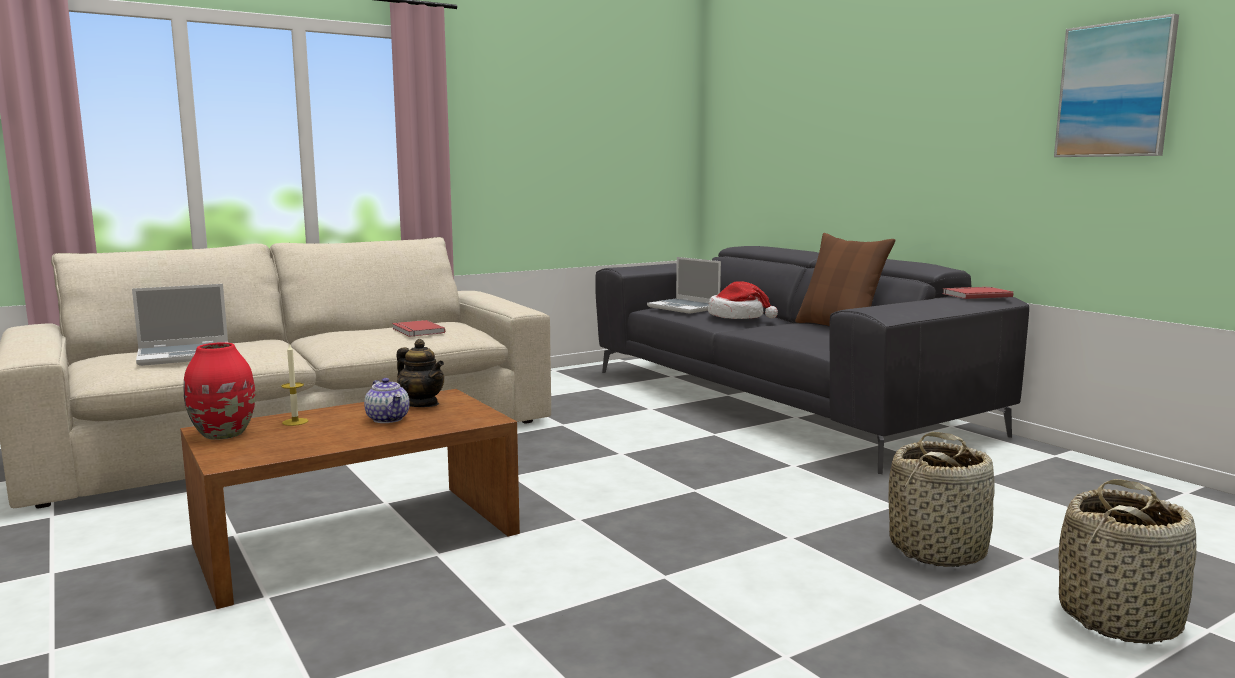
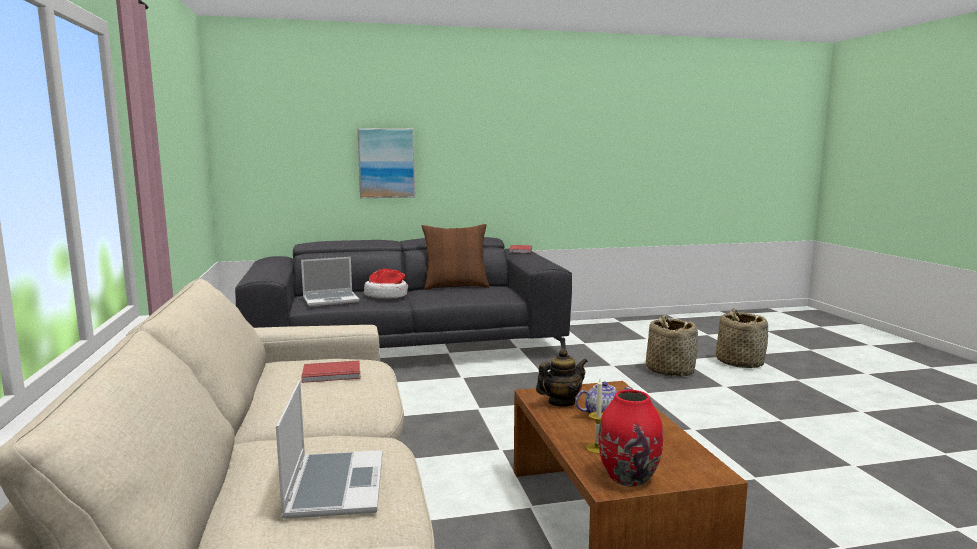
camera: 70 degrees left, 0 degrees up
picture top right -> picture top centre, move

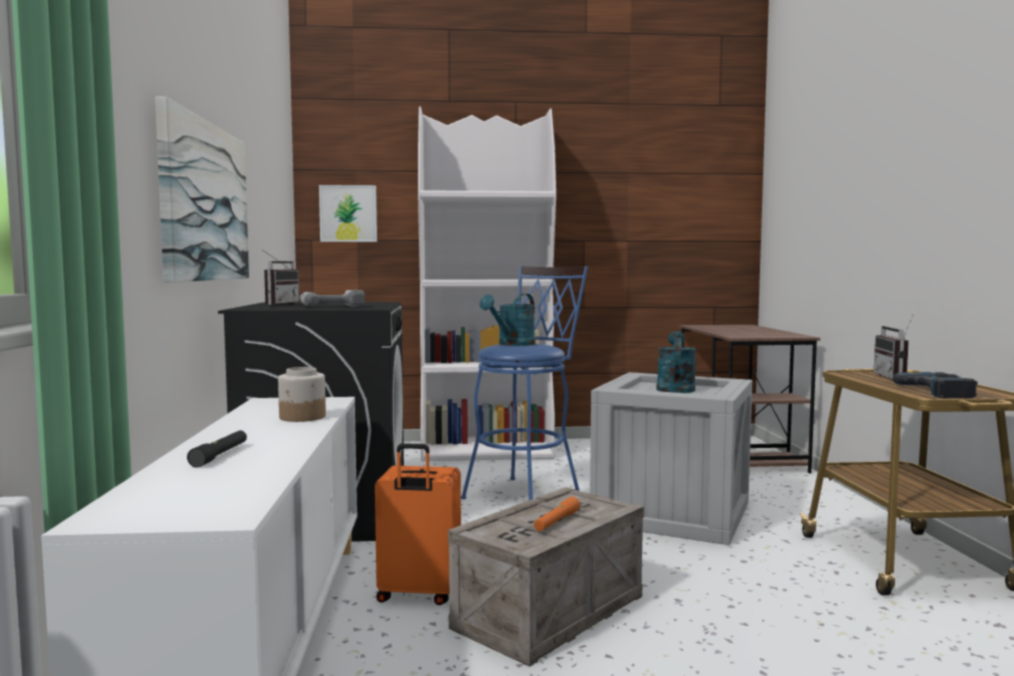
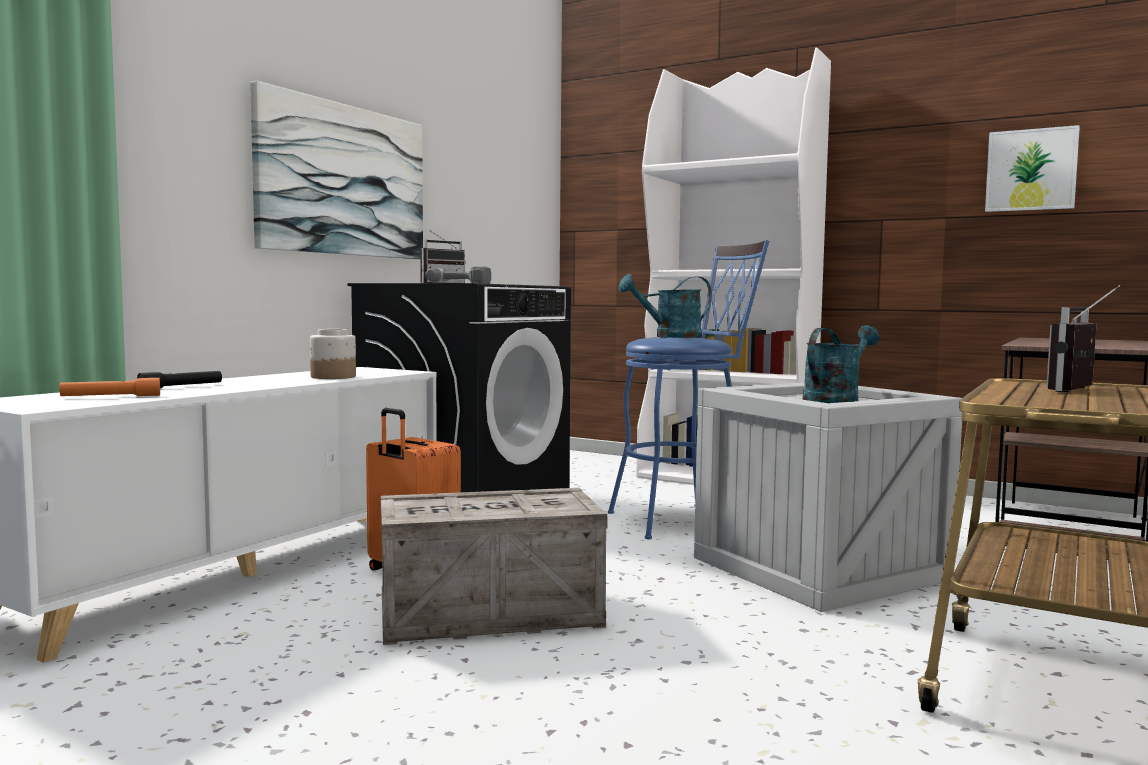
camera: 35 degrees right, 0 degrees up
picture (2nd from left) top centre -> picture (2nd from left) top right, move
power drill (2nd from left) middle right -> none
flashlight in orange bottom centre -> flashlight in orange middle left, move

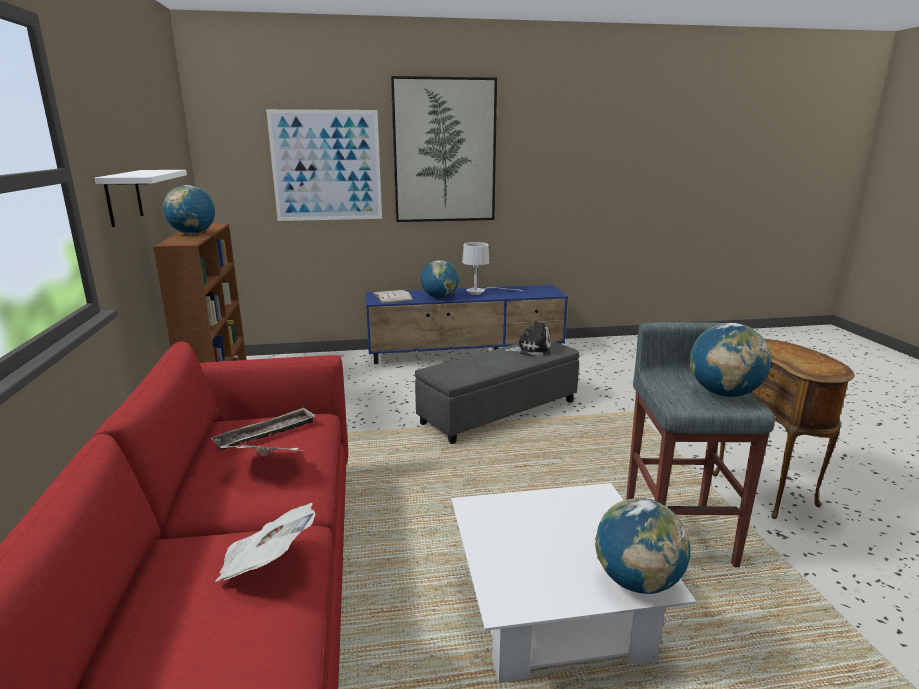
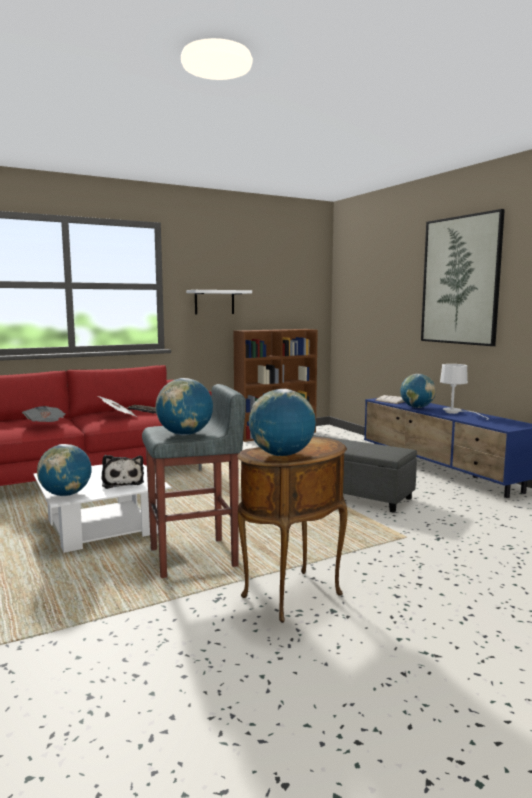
camera: 70 degrees right, 10 degrees down
picture (1st from left) top centre -> none
globe (1st from left in the first image) top left -> globe (3rd from left) centre, move
plush toy centre -> plush toy middle left, move

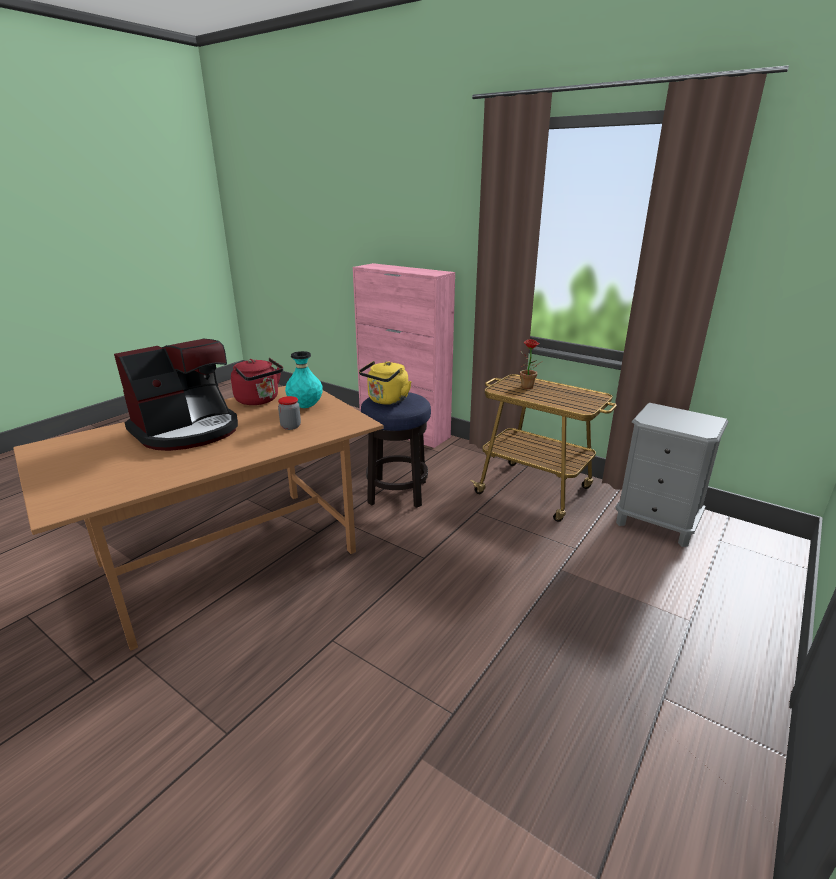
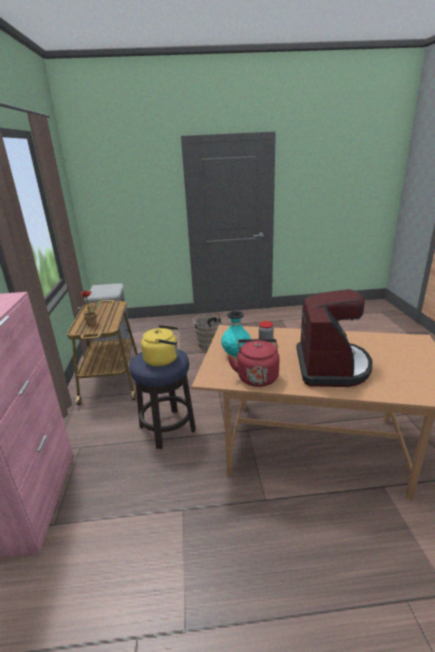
camera: 130 degrees left, 0 degrees up
coffee machine middle left -> coffee machine middle right, 90 degrees clockwise
none -> bucket in brown centre

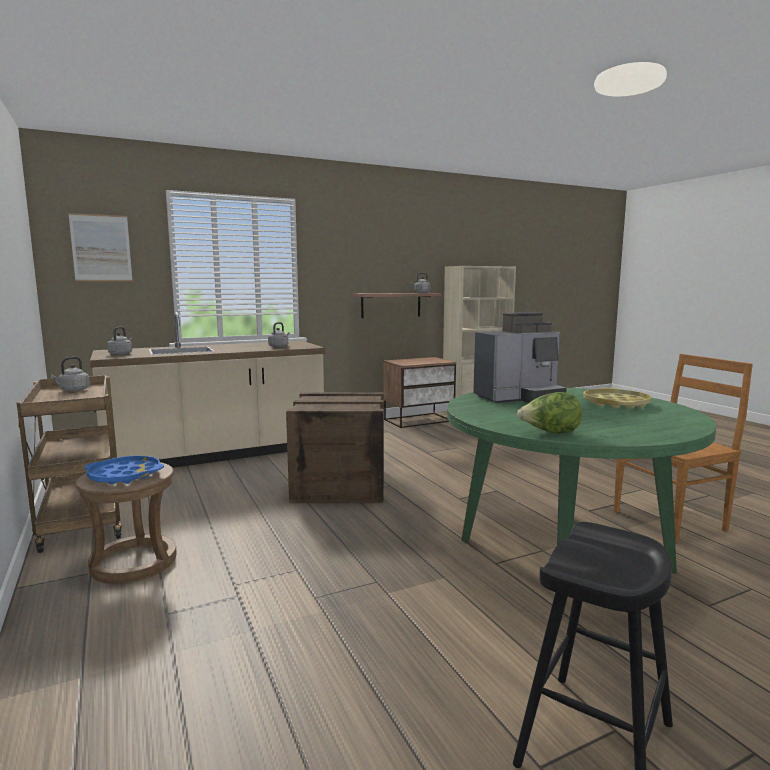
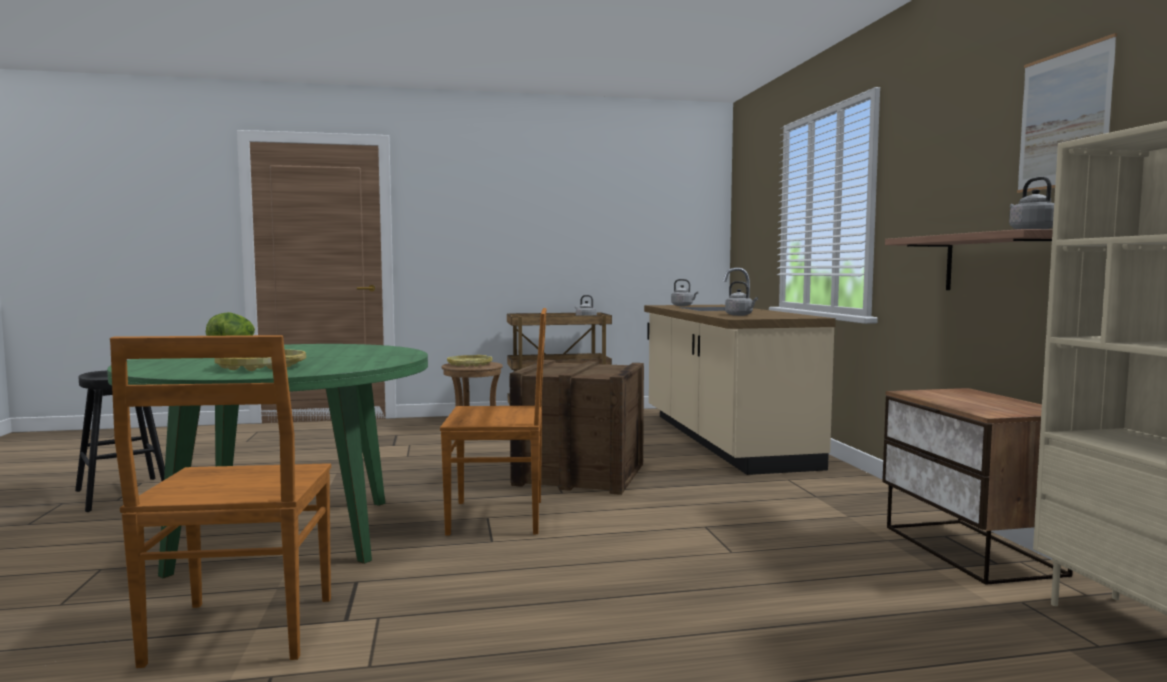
camera: 105 degrees right, 5 degrees down
picture top left -> picture top right, move
coffee machine middle right -> none
tray in blue middle left -> tray in yellow (2nd from left) centre
none -> chair in brown (2nd from left) centre

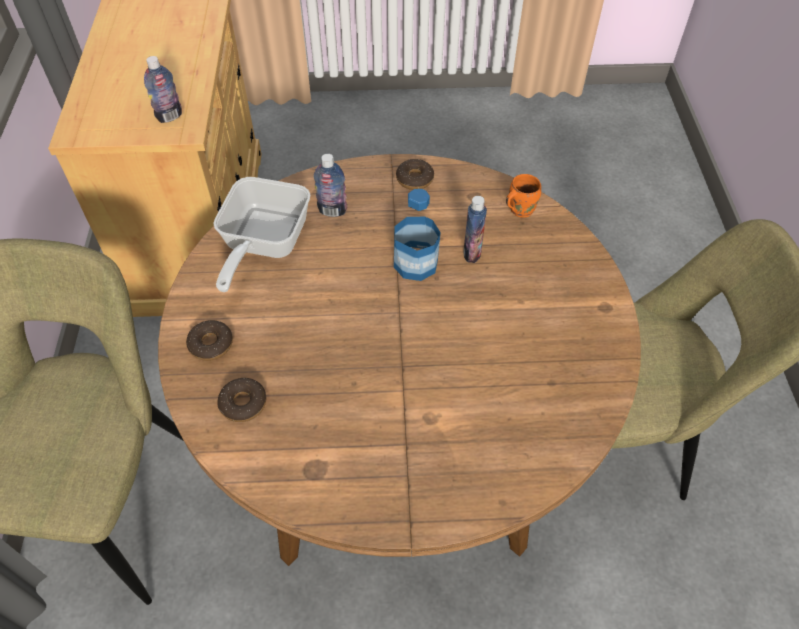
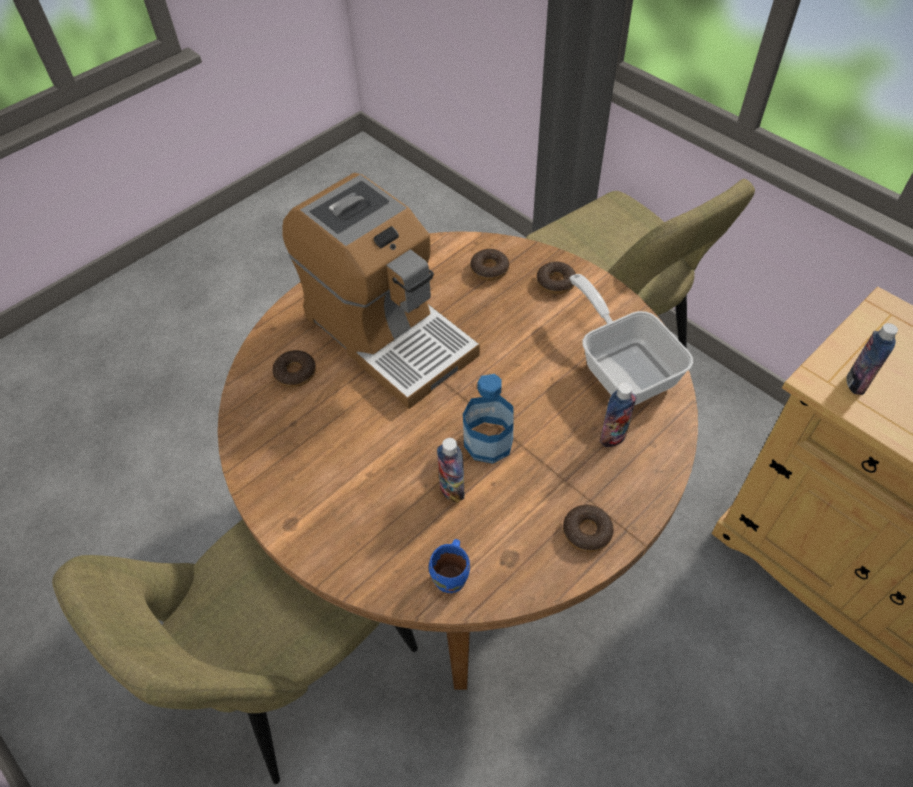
camera: 140 degrees right, 0 degrees up
mug in orange top centre -> mug in blue bottom centre
none -> coffee machine centre
none -> donut (1st from left) middle left

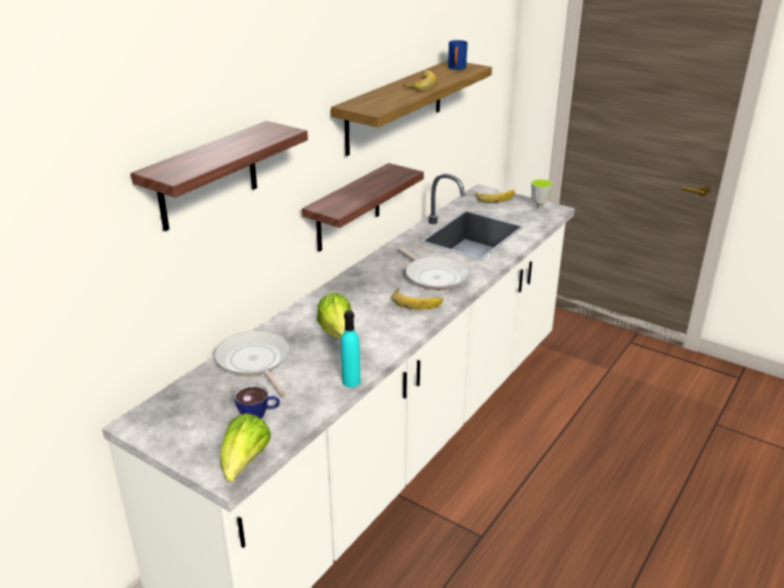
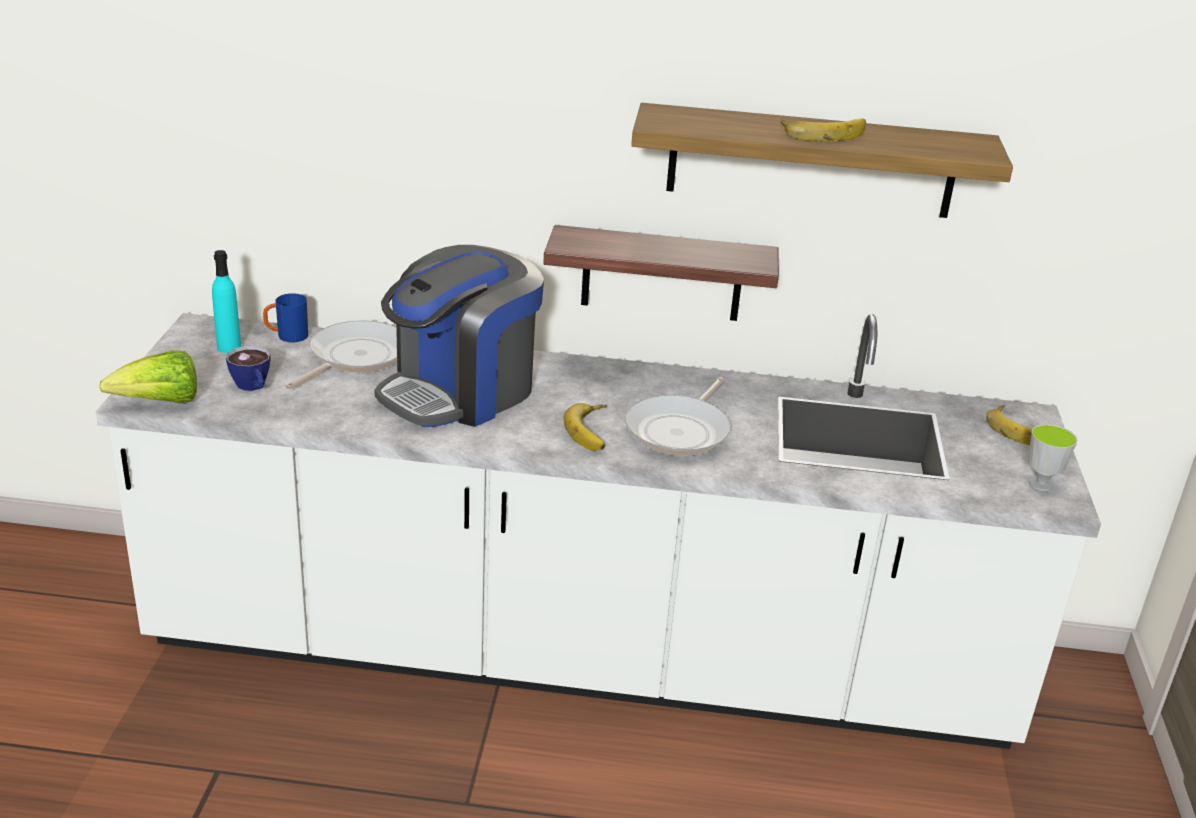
camera: 60 degrees right, 0 degrees up
mug in blue top centre -> mug in blue middle left, move
shelf (1st from left) top left -> none
lettuce (2nd from left) centre -> coffee machine centre
bottle in turquoise centre -> bottle in turquoise middle left, move

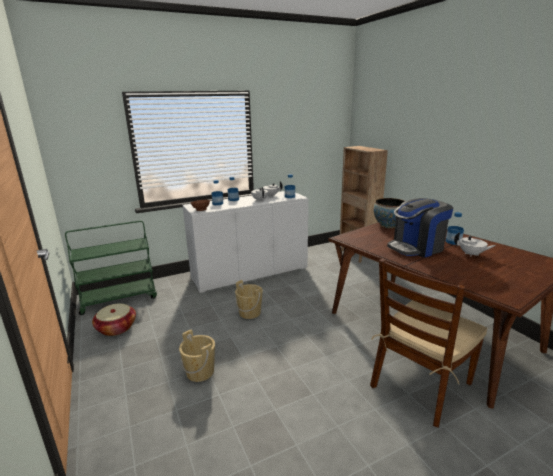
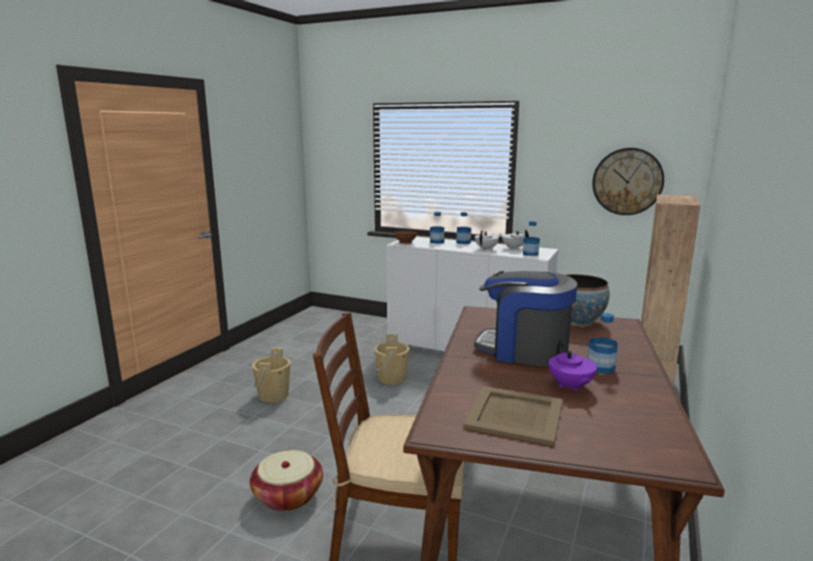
camera: 50 degrees right, 5 degrees down
cart in green middle left -> none
teapot in white (3rd from left) middle right -> teapot in purple middle right
basket bottom left -> basket bottom centre, move
none -> wall clock top right
none -> tray in beige bottom centre

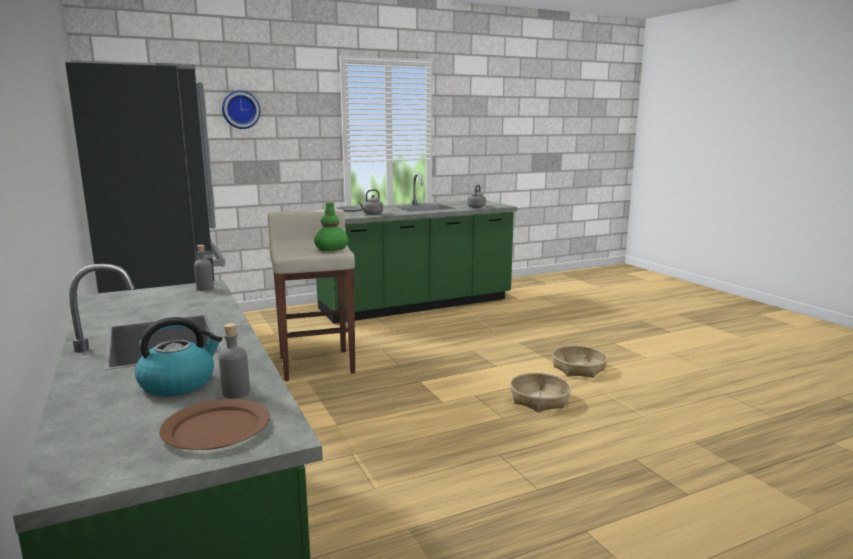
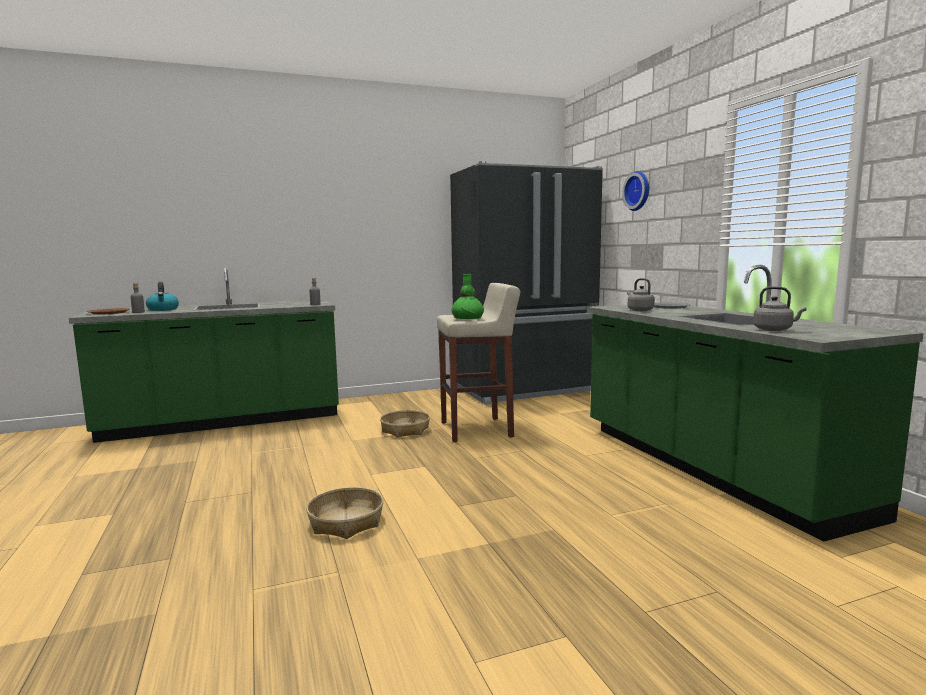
camera: 95 degrees right, 5 degrees down
basket (2nd from left) middle right -> basket (2nd from left) centre, move

